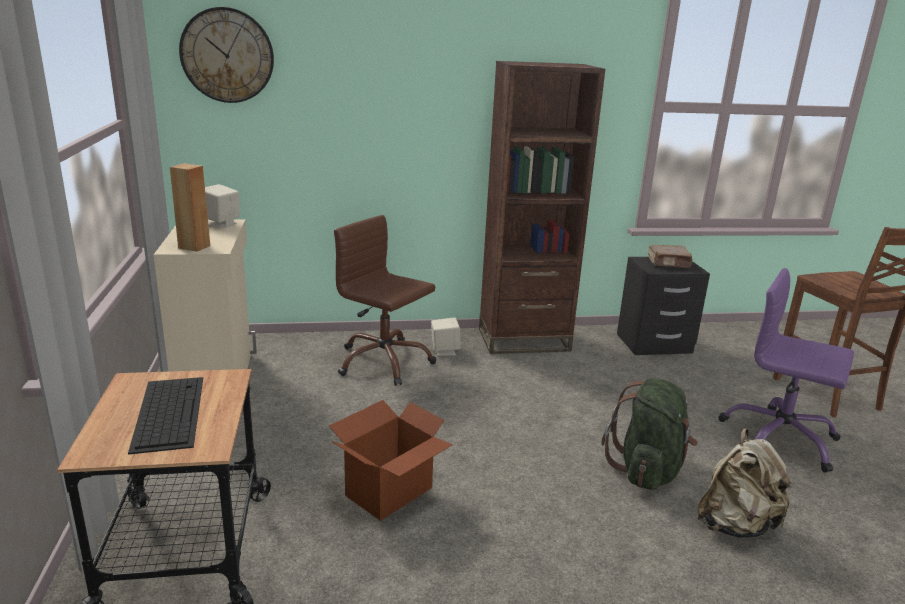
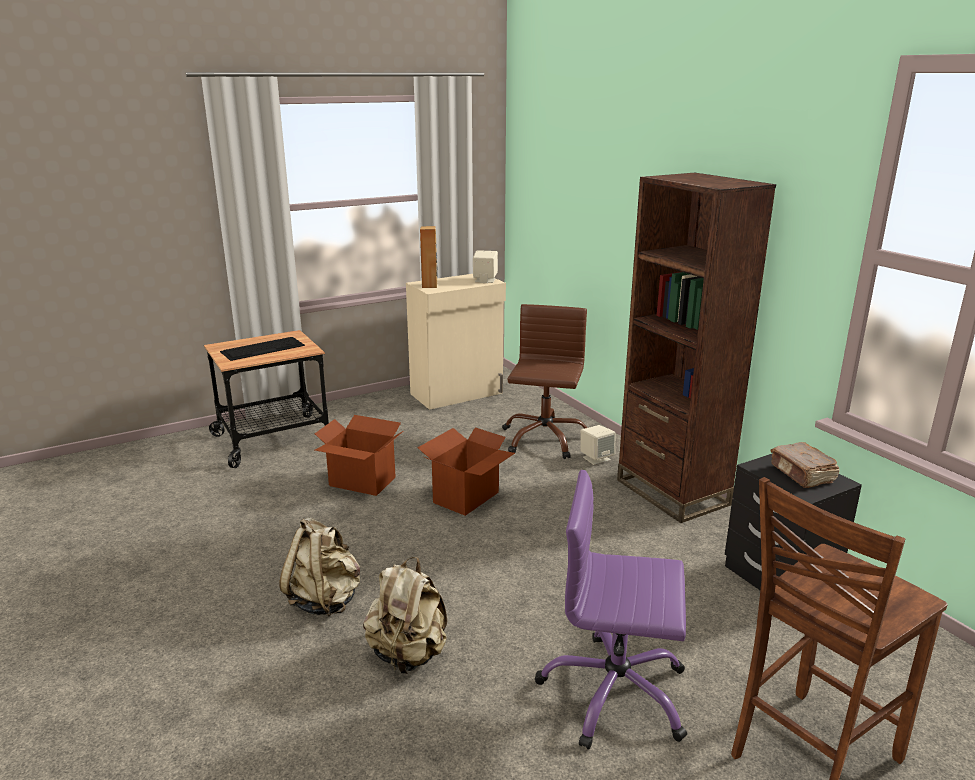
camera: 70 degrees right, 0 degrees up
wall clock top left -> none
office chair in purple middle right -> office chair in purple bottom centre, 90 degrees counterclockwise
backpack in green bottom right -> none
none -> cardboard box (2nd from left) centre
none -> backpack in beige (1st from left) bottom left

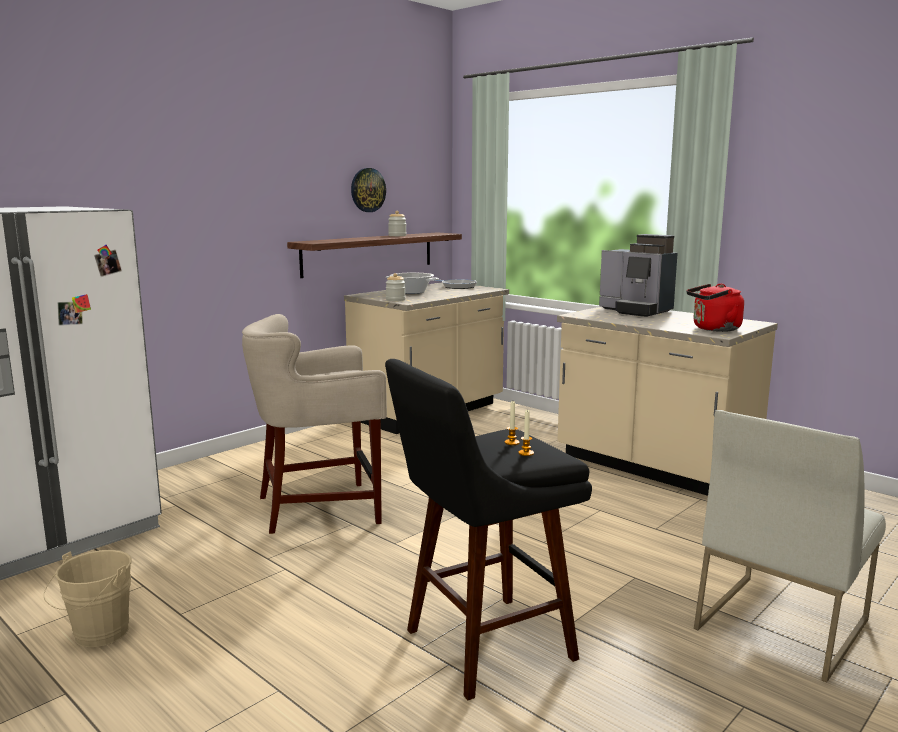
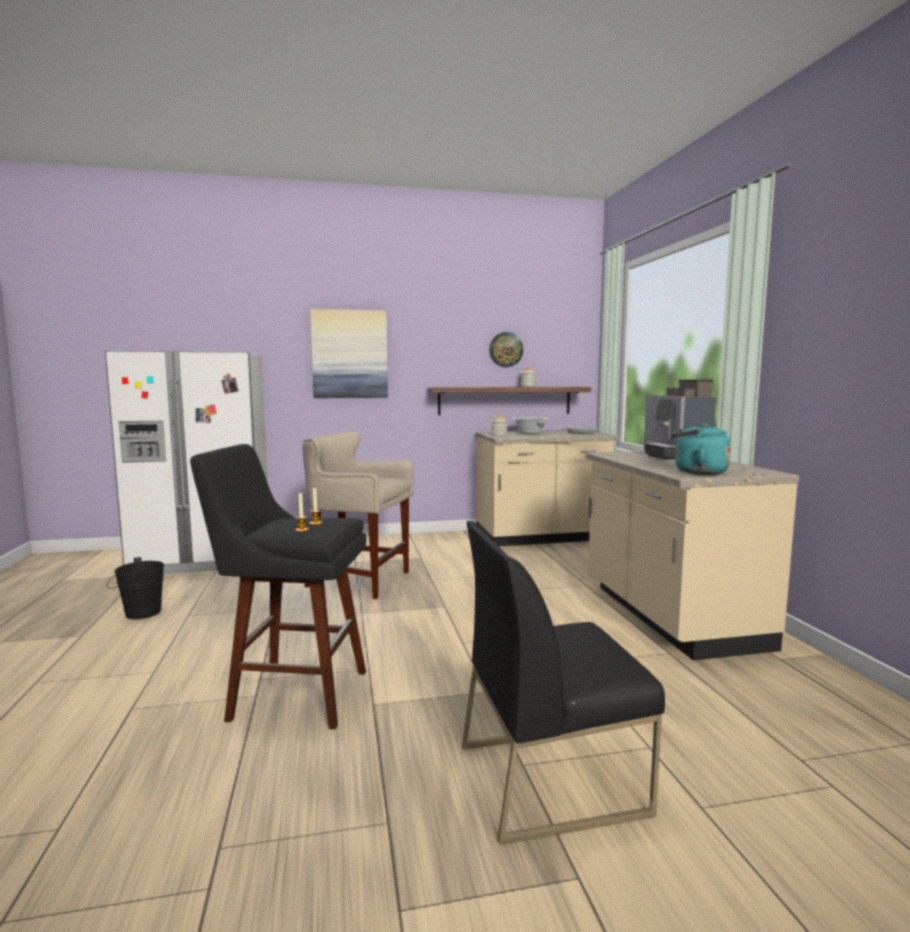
camera: 35 degrees right, 5 degrees down
kettle in red middle right -> kettle in turquoise middle right
chair in white bottom right -> chair in black bottom centre
bucket in beige bottom left -> bucket in black middle left
none -> picture centre

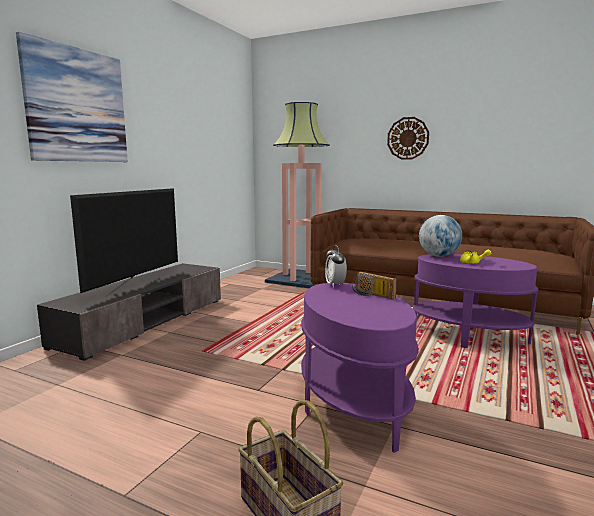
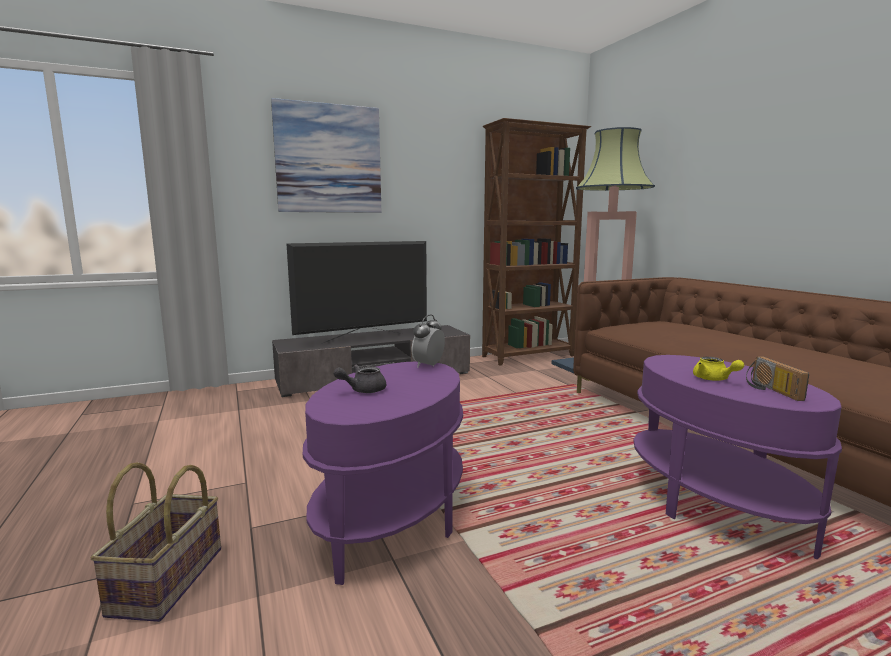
camera: 40 degrees right, 0 degrees up
wall clock top right -> none
globe middle right -> none
radio centre -> radio middle right, move
none -> bookcase in brown centre
none -> teapot in grey centre

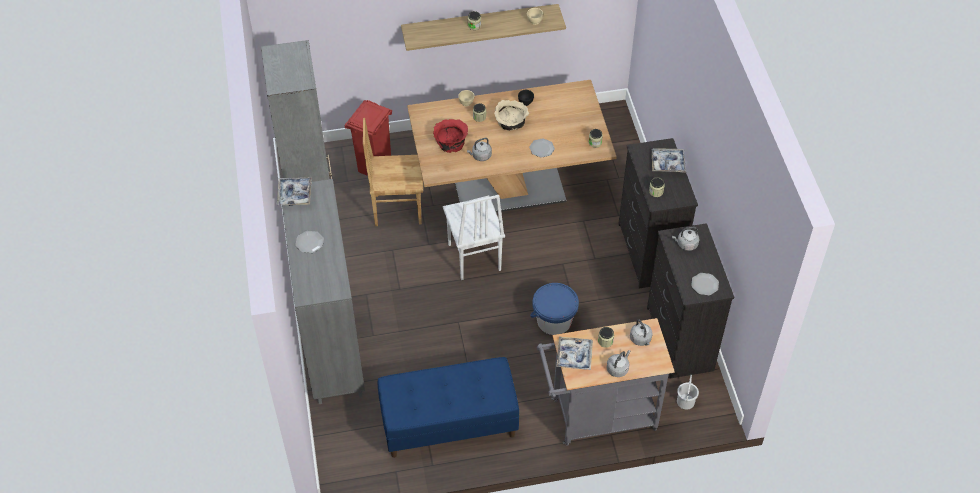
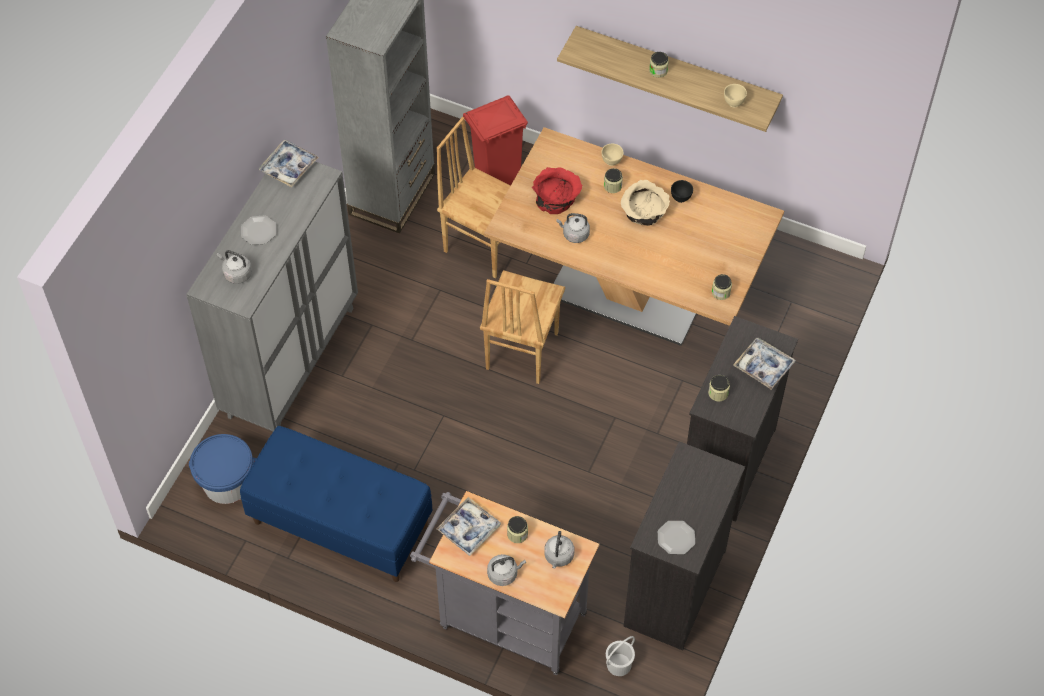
camera: 35 degrees right, 5 degrees up
plate (2nd from left) top centre -> none
chair in white centre -> chair in brown (2nd from left) centre
kettle in grey (4th from left in the first image) middle right -> kettle in grey (1st from left) middle left, move
bucket in blue centre -> bucket in blue bottom left, move

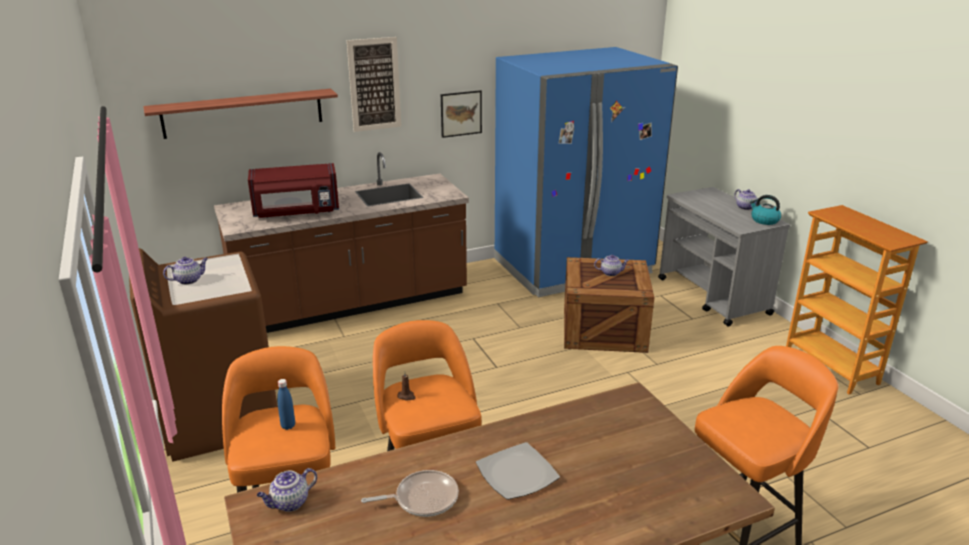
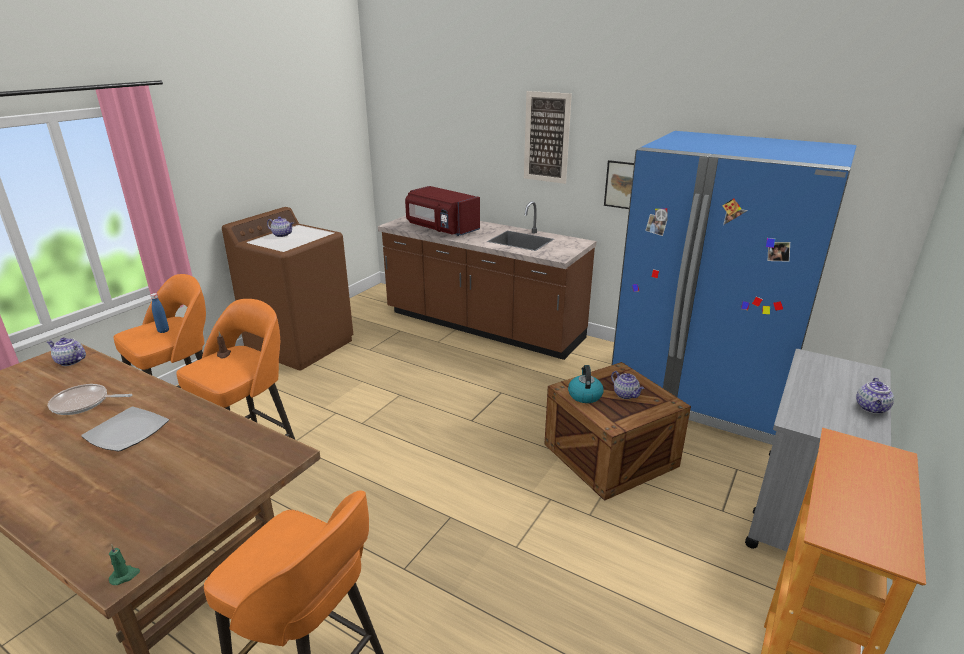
camera: 55 degrees right, 0 degrees up
shelf top left -> none
kettle middle right -> kettle centre, move
frying pan bottom centre -> frying pan middle left, 135 degrees clockwise
none -> candle in green bottom left

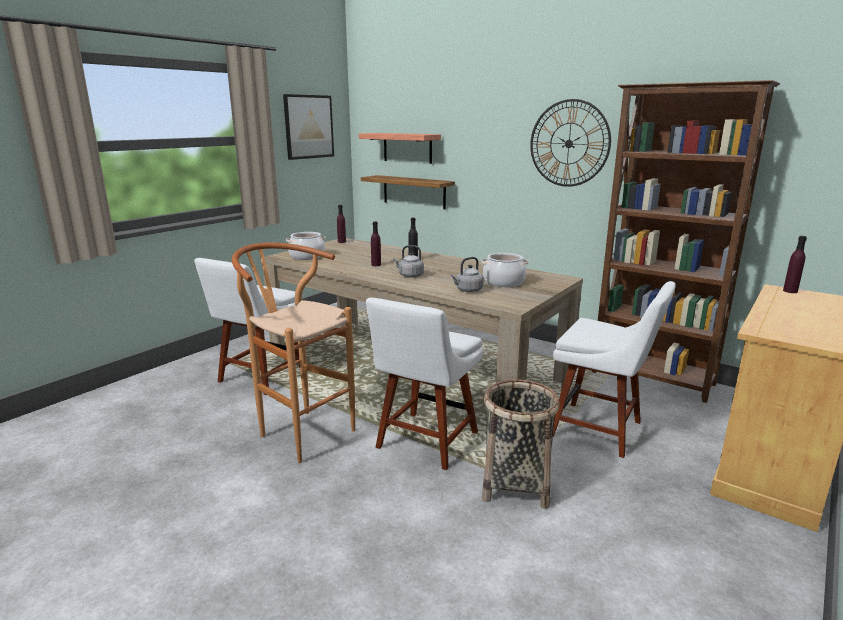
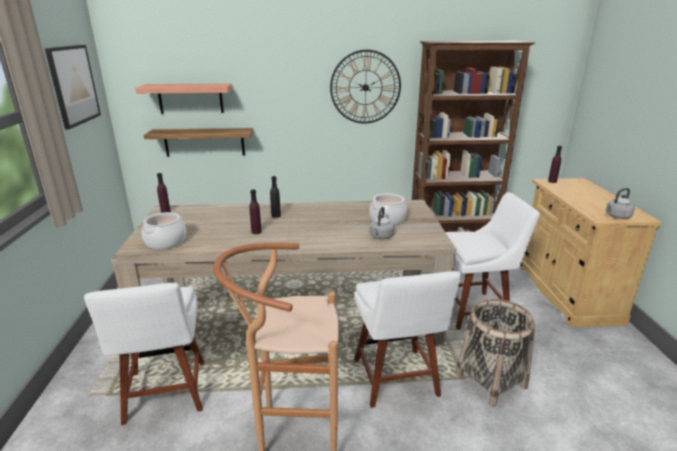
camera: 40 degrees left, 5 degrees up
kettle in grey (1st from left in the first image) centre -> kettle in grey (2nd from left) middle right, move

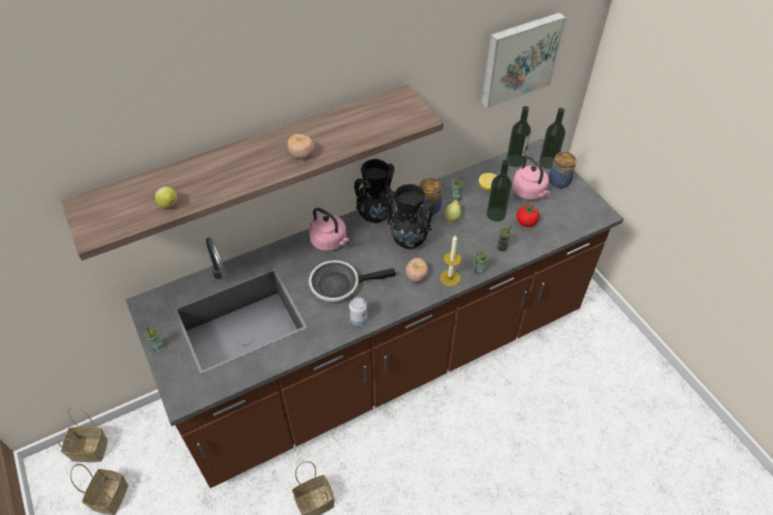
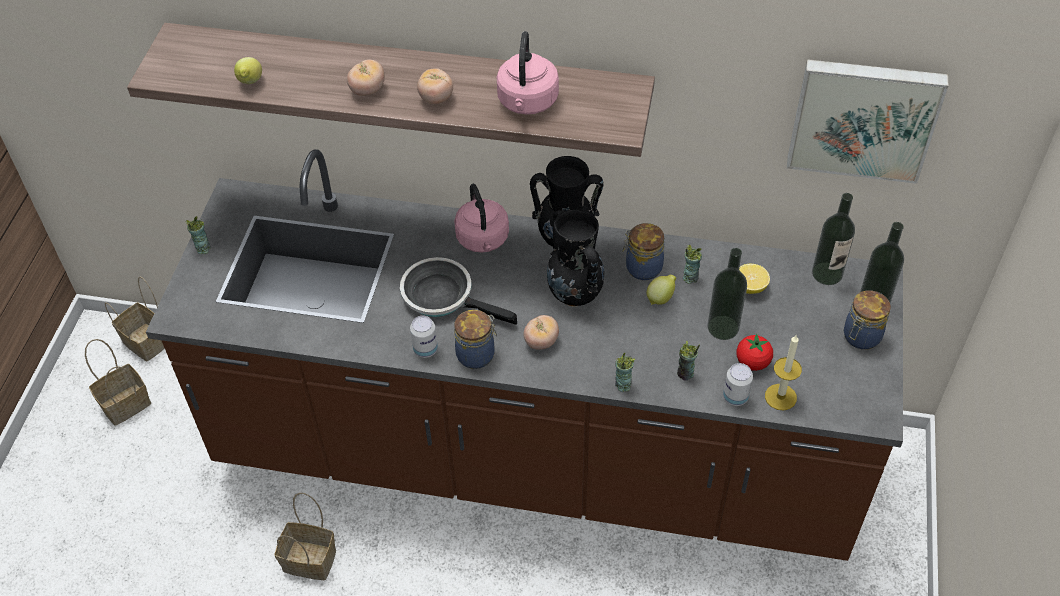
camera: 40 degrees right, 0 degrees up
kettle in pink (2nd from left) middle right -> kettle in pink (2nd from left) top centre, move
candle centre -> candle middle right, move
none -> tomato (1st from left) top centre
none -> jar (1st from left) centre
none -> can (2nd from left) middle right

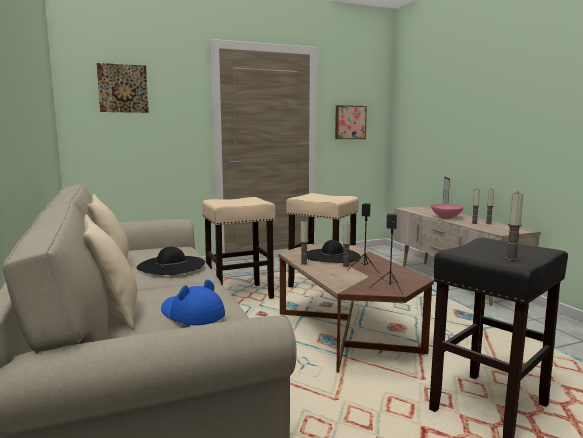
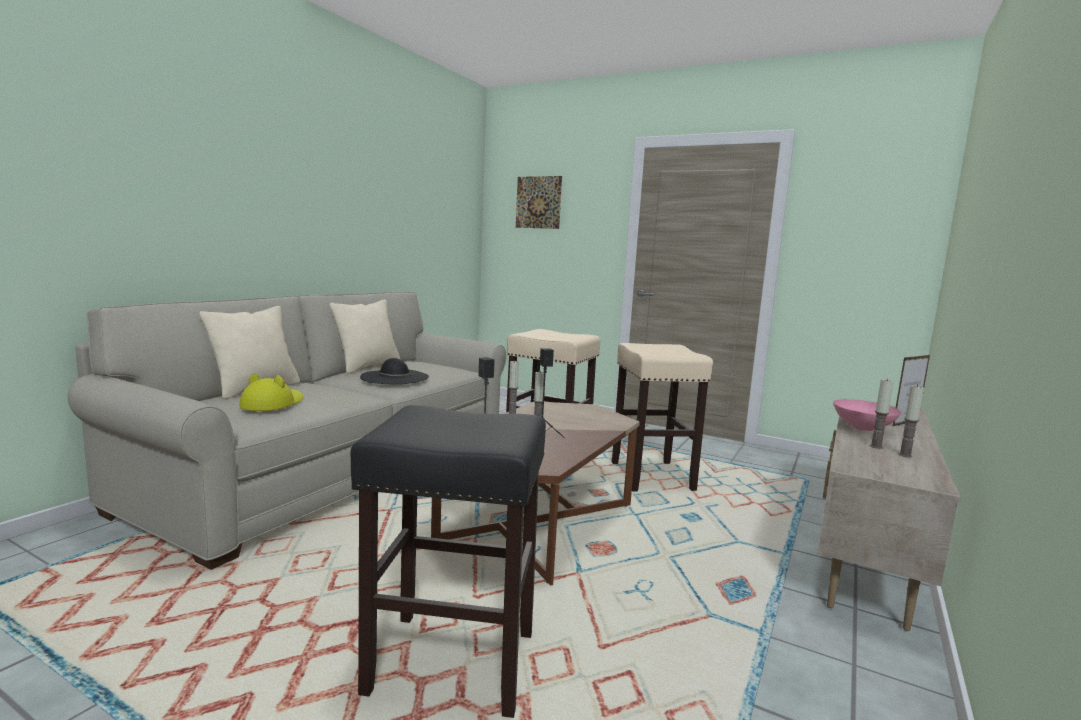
camera: 50 degrees right, 0 degrees up
picture (2nd from left) top centre -> none
candle (5th from left) middle right -> none
hat in black (2nd from left) centre -> none
hat in blue bottom left -> hat in yellow middle left

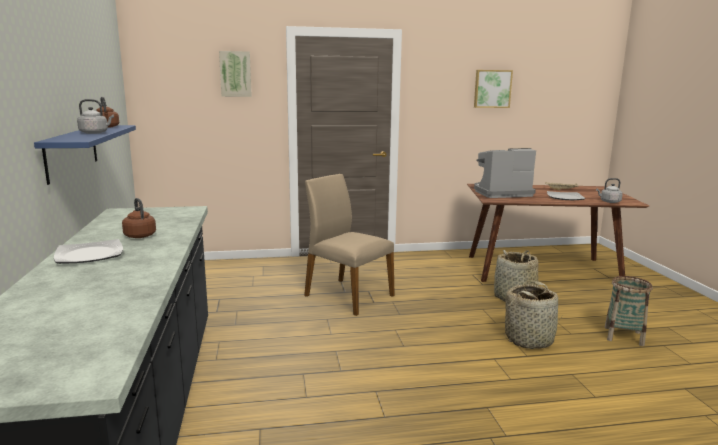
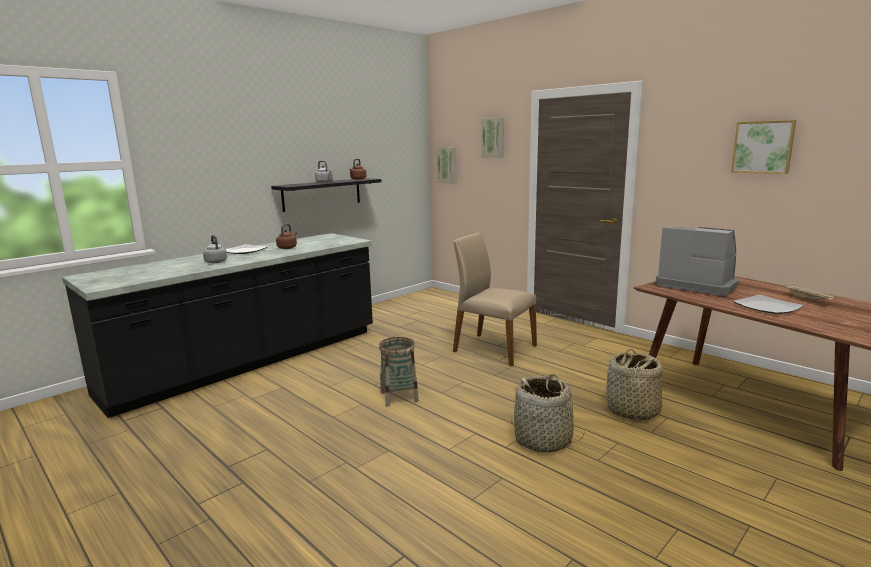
camera: 55 degrees right, 0 degrees up
shelf in blue middle left -> shelf in black centre
chair in beige centre, 60 degrees counterclockwise
kettle in grey (2nd from left in the first image) middle right -> kettle in grey (1st from left) middle left, move
basket (3rd from left in the first image) bottom right -> basket (1st from left) centre, move
none -> picture (1st from left) top centre

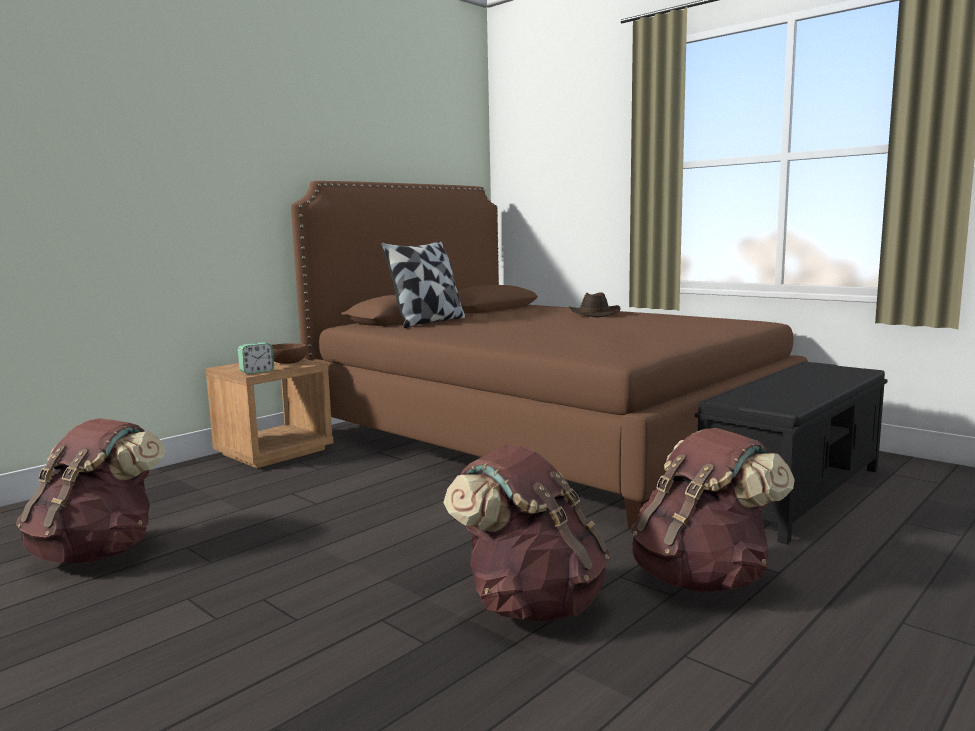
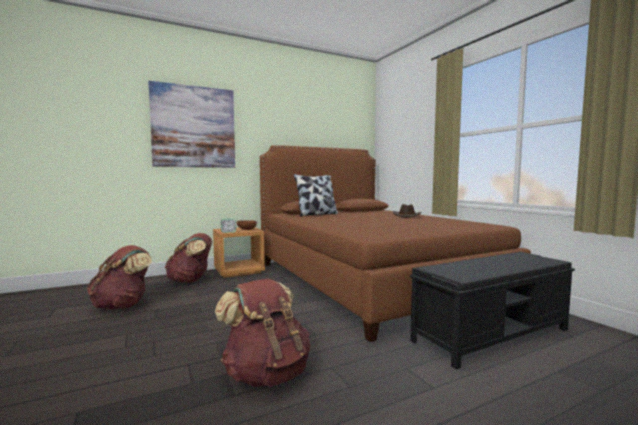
camera: 20 degrees right, 5 degrees down
backpack in brown (3rd from left in the first image) bottom right -> backpack in brown (2nd from left) middle left, move
none -> picture top left

